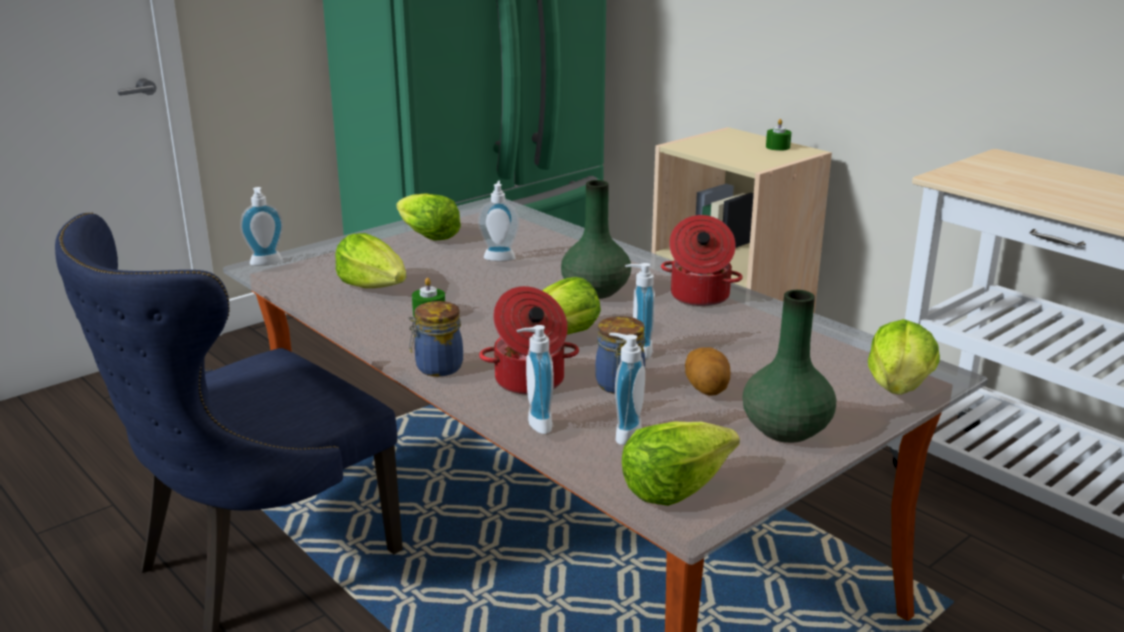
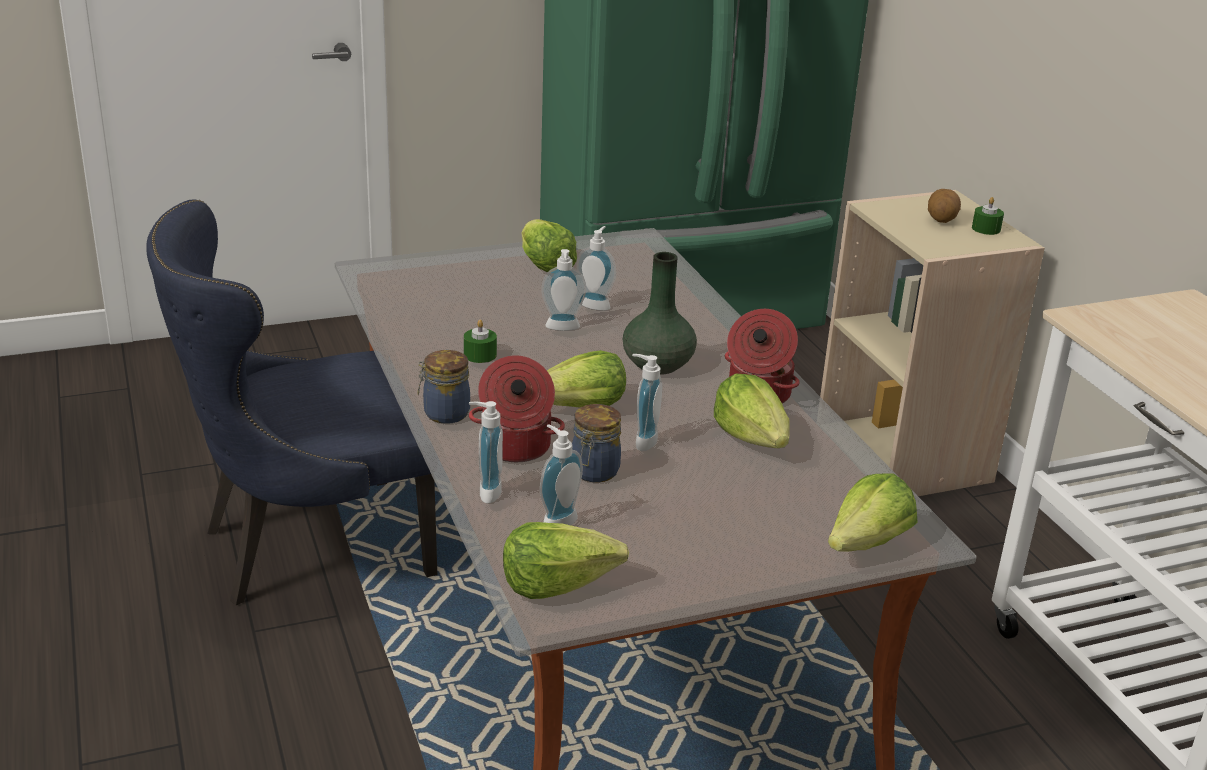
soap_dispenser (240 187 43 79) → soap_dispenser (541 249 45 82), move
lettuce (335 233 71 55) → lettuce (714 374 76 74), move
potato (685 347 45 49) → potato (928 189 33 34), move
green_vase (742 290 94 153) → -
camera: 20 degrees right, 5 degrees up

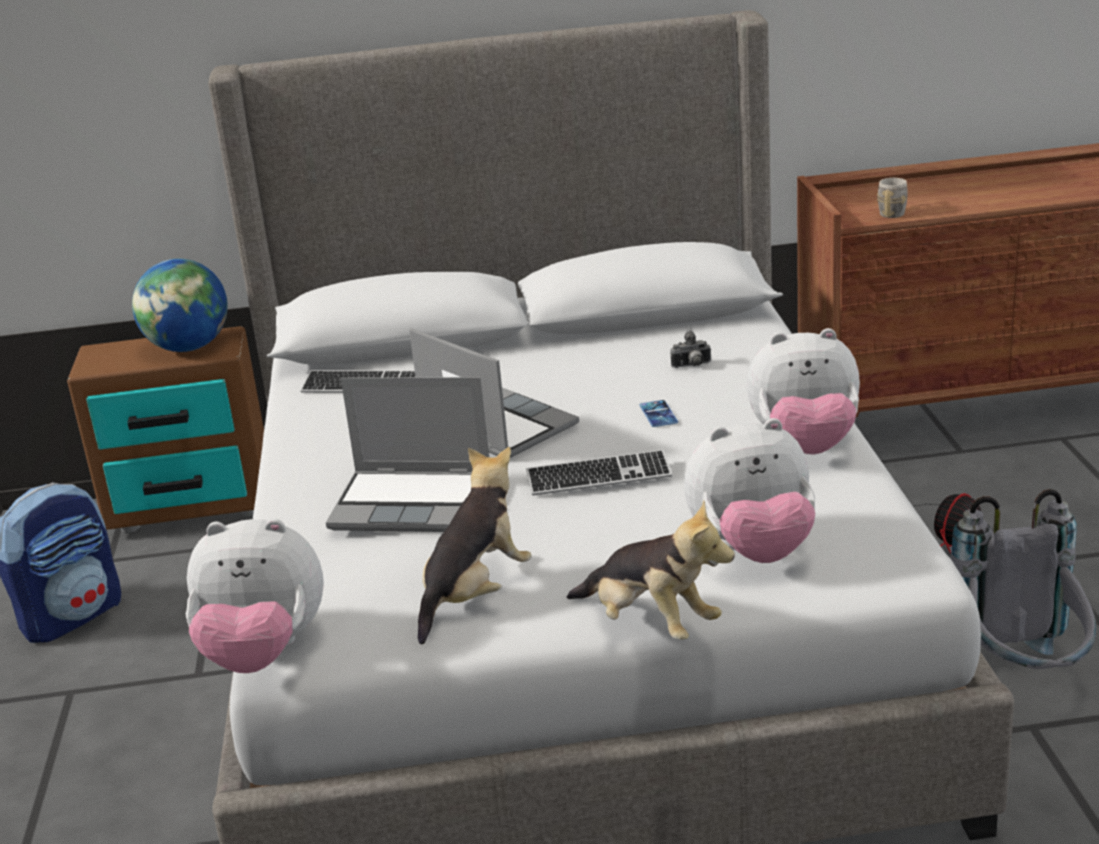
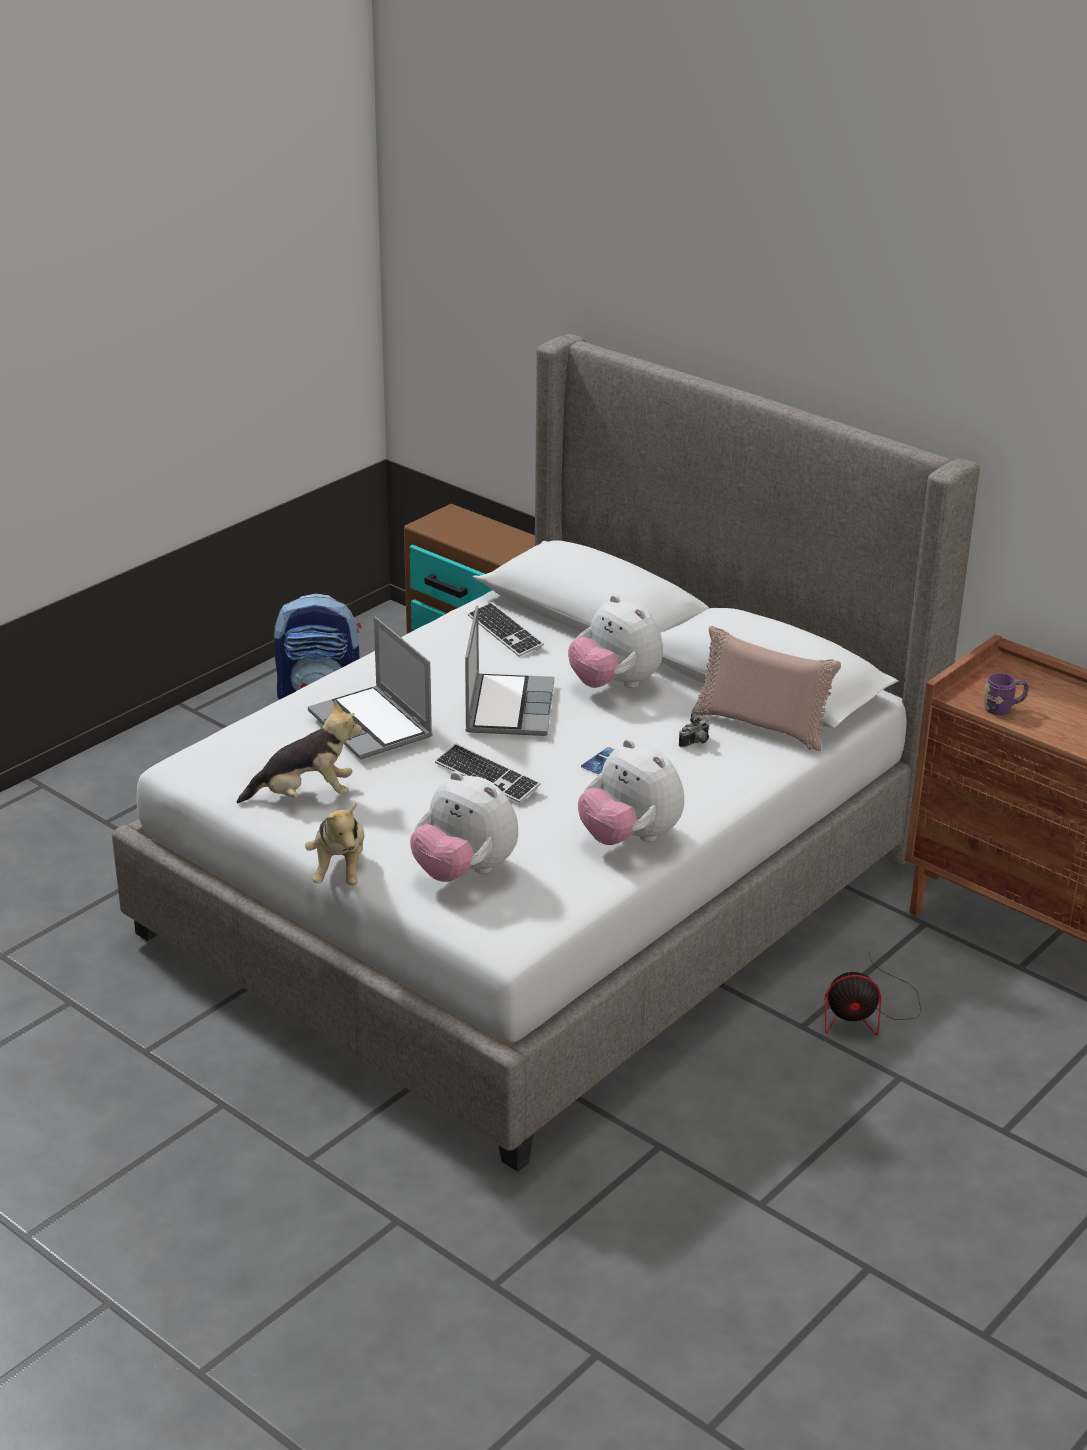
plush_toy (186 519 138 154) → plush_toy (568 595 95 93), move
photo_camera (670 331 41 37) → photo_camera (679 713 30 35), 75 degrees counterclockwise
- → beige_pillow (692 626 149 125)
grey_mug (877 178 31 40) → purple_mug (984 673 45 42)
globe (132 259 96 93) → -
grey_backpack (951 489 145 180) → -
camera: 45 degrees right, 5 degrees up

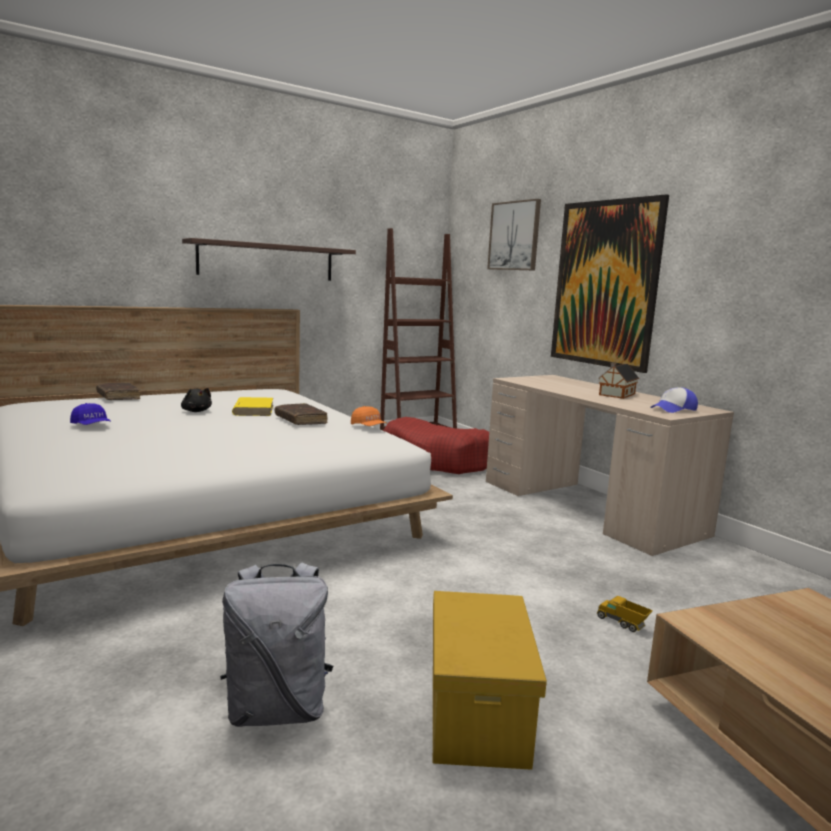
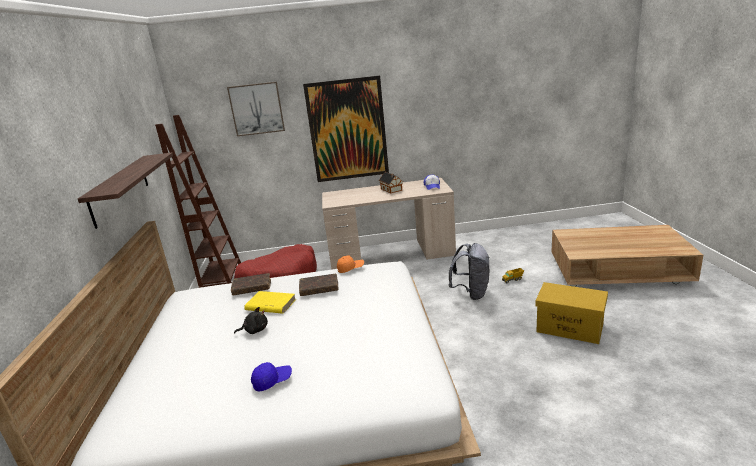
brown_book (96 382 44 18) → brown_book (231 273 40 22), move
grey_backpack (220 562 113 165) → grey_backpack (449 243 41 57), move
camera: 60 degrees left, 10 degrees up

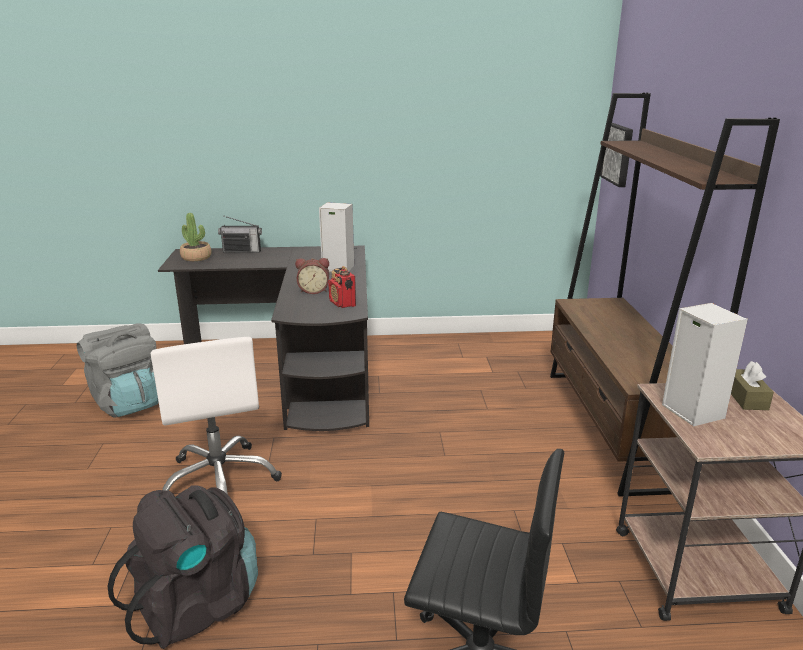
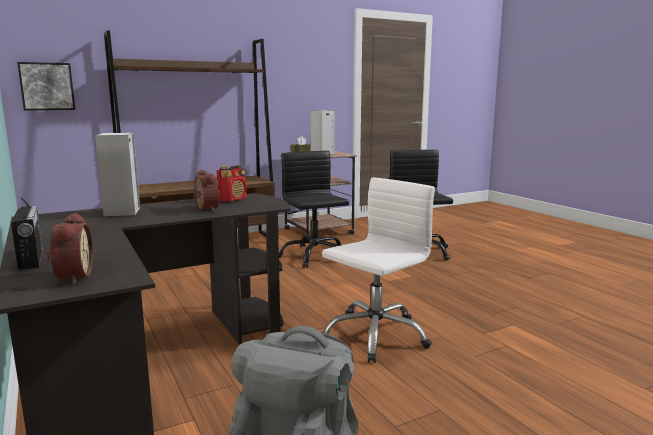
potted_plant (180 213 32 48) → alarm_clock (46 213 47 71)
- → black_office_chair (279 151 70 117)
black_backpack (108 485 150 164) → -
camera: 115 degrees left, 10 degrees down

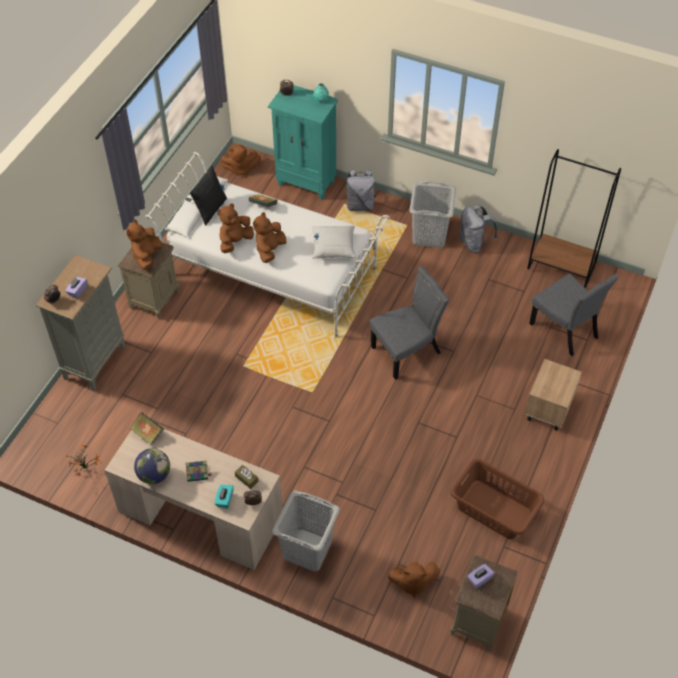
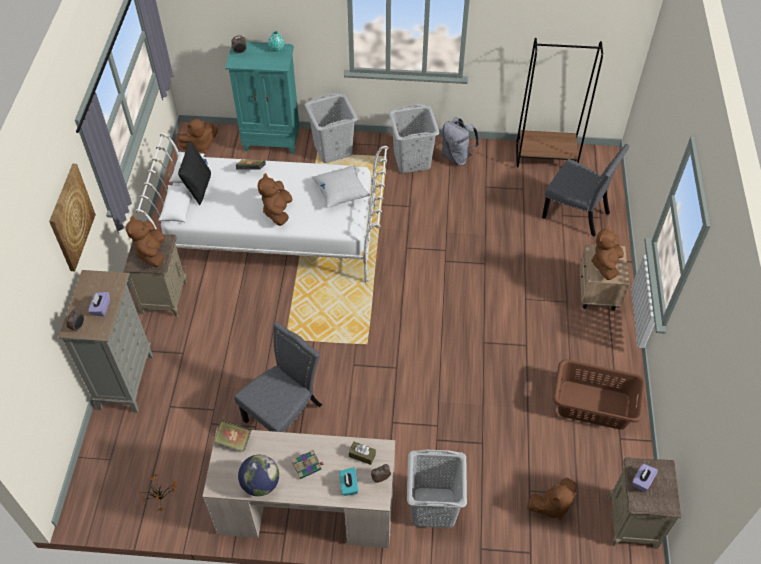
- → picture (49 164 47 107)
grey_chair (369 266 80 114) → grey_chair (234 322 88 110), move
grey_backpack (344 169 33 42) → grey_laundry_basket (304 93 54 70)
brown_plush_toy (217 204 37 49) → brown_plush_toy (591 226 33 54), move
camera: 20 degrees left, 0 degrees up

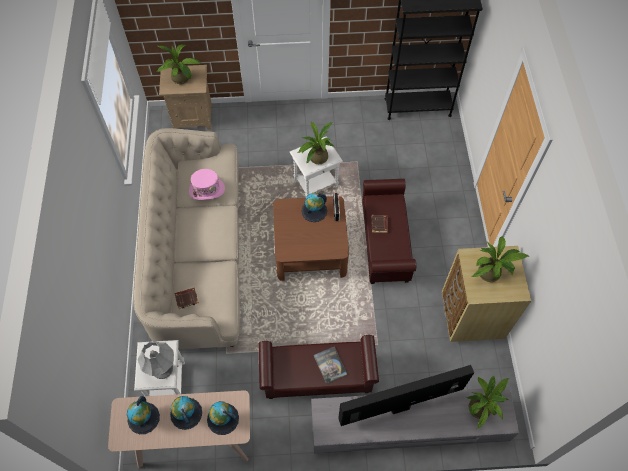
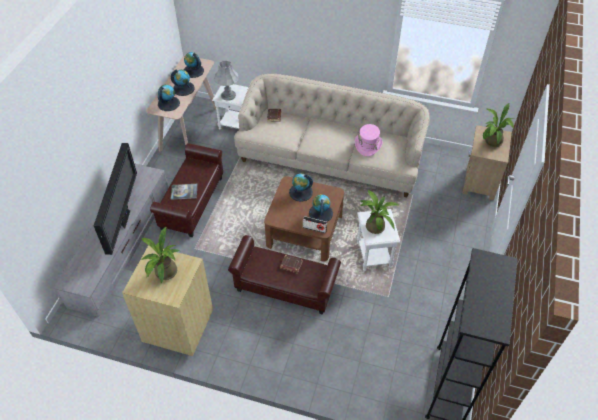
- → globe (289 173 24 29)
potted_plant (467 376 42 53) → -
camera: 110 degrees right, 10 degrees down

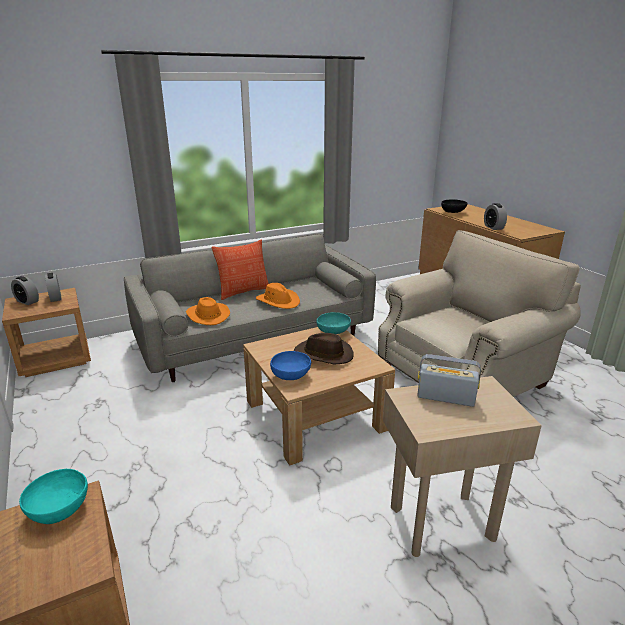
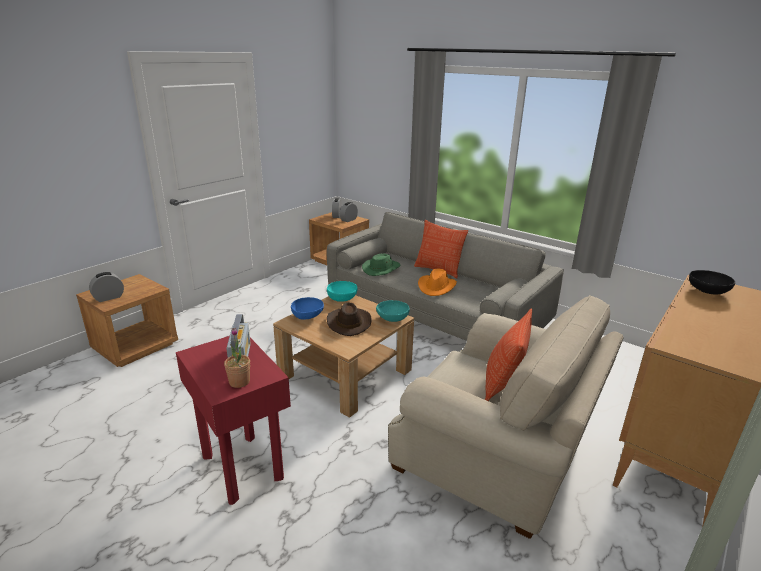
alarm_clock (484 203 23 27) → alarm_clock (89 272 35 30), move
beige_side_table (383 376 159 181) → red_side_table (176 336 115 169)
- → potted_plant (224 328 26 60)
turquoise_bowl (19 469 69 55) → turquoise_bowl (327 281 30 21), move
orange_hat (186 297 44 28) → green_hat (362 254 39 22)
- → orange_pillow (485 309 47 92)
camera: 65 degrees right, 0 degrees up

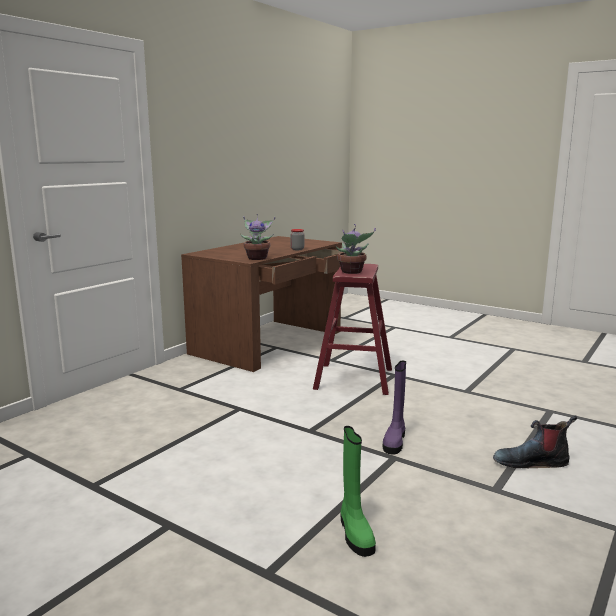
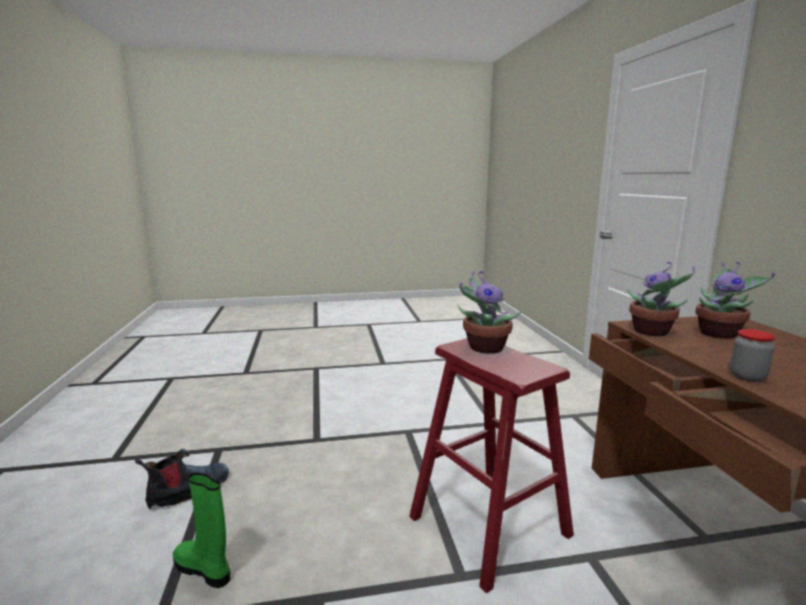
green_boot (340 426 36 131) → green_boot (173 473 57 115), move
- → potted_plant (696 262 79 77)
purple_boot (383 360 23 94) → -
camera: 135 degrees right, 0 degrees up

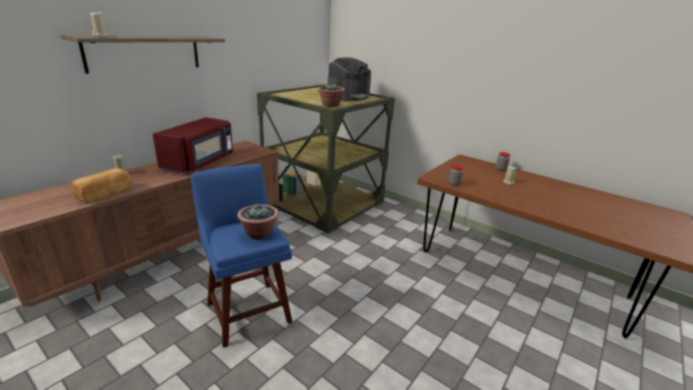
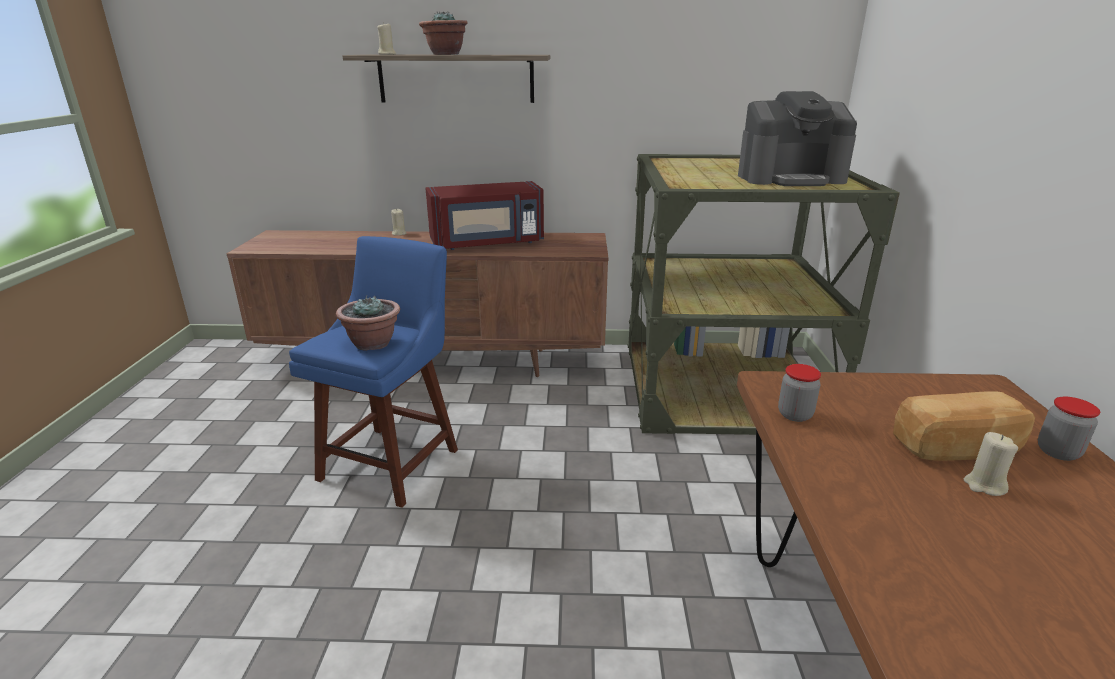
potted_plant (318 83 27 24) → potted_plant (419 11 49 44), move
bread (71 168 61 35) → bread (893 391 142 70), move
camera: 55 degrees right, 0 degrees up

